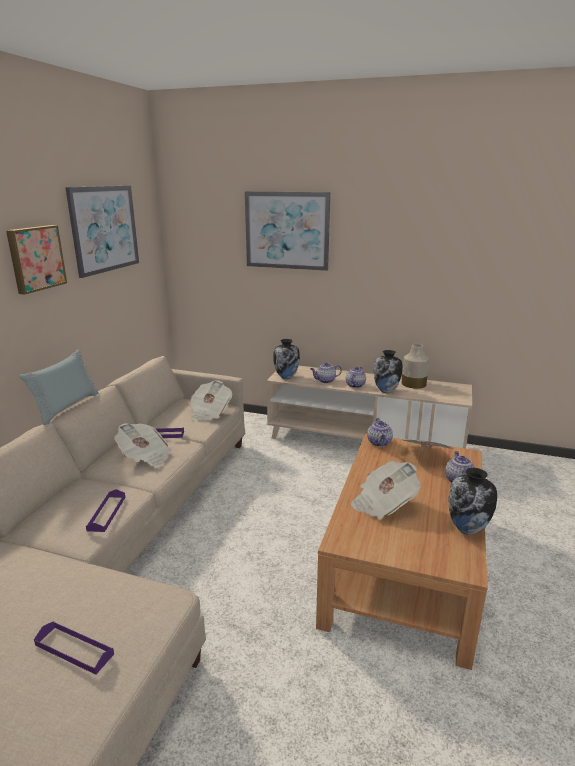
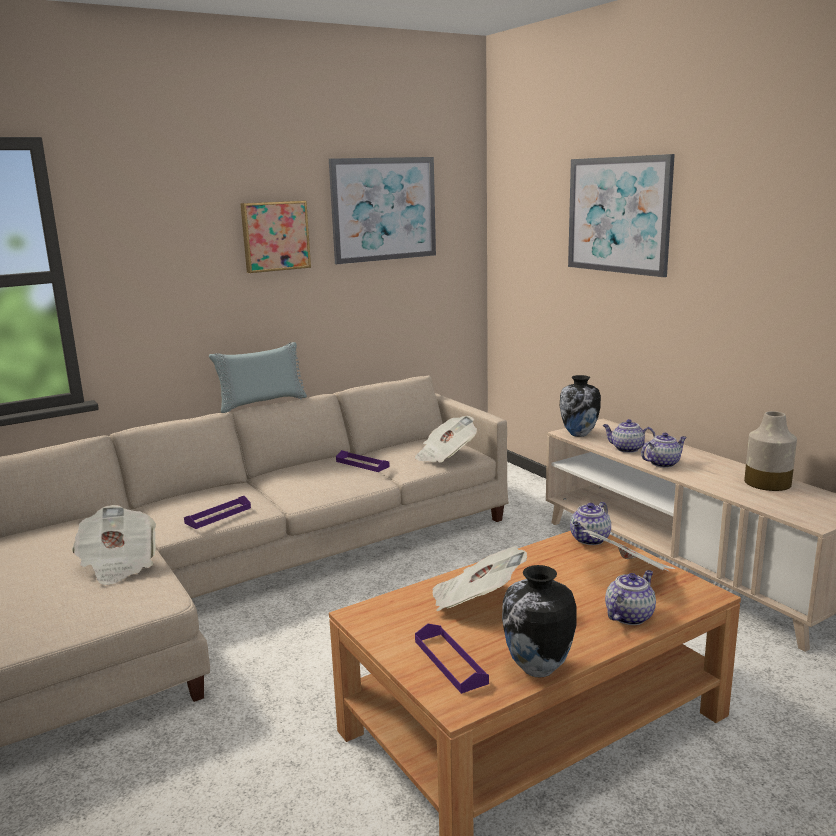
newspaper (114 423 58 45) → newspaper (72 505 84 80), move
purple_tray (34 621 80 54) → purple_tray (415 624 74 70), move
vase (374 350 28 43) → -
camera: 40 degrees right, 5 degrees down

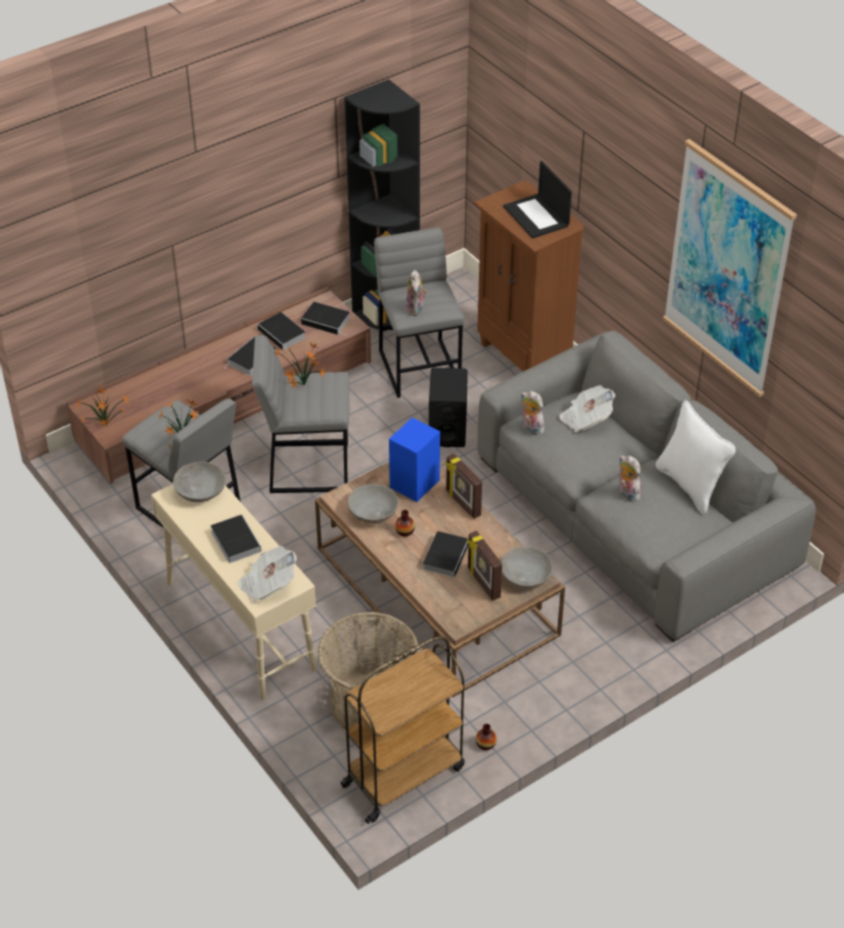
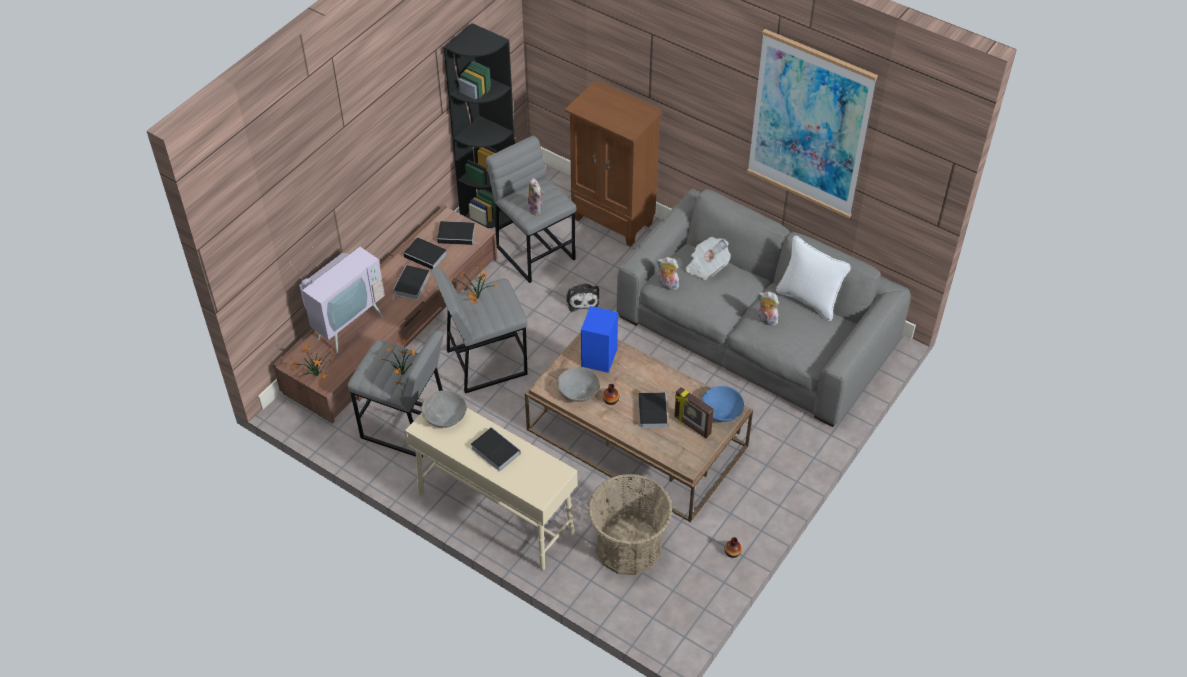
- → television (291 247 94 106)
black_speaker (429 368 39 79) → plush_toy (566 283 33 29)
grey_bowl (501 546 52 43) → blue_bowl (701 386 43 36)
newspaper (237 546 60 57) → -
brown_cart (341 636 124 188) → -
picture_frame (445 453 37 66) → -
laptop (503 161 69 78) → -
camera: 20 degrees left, 5 degrees up

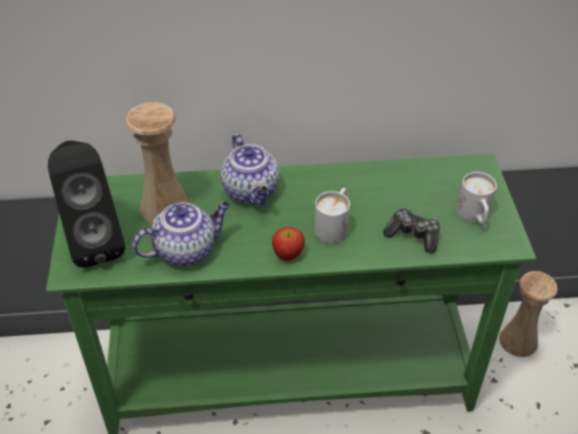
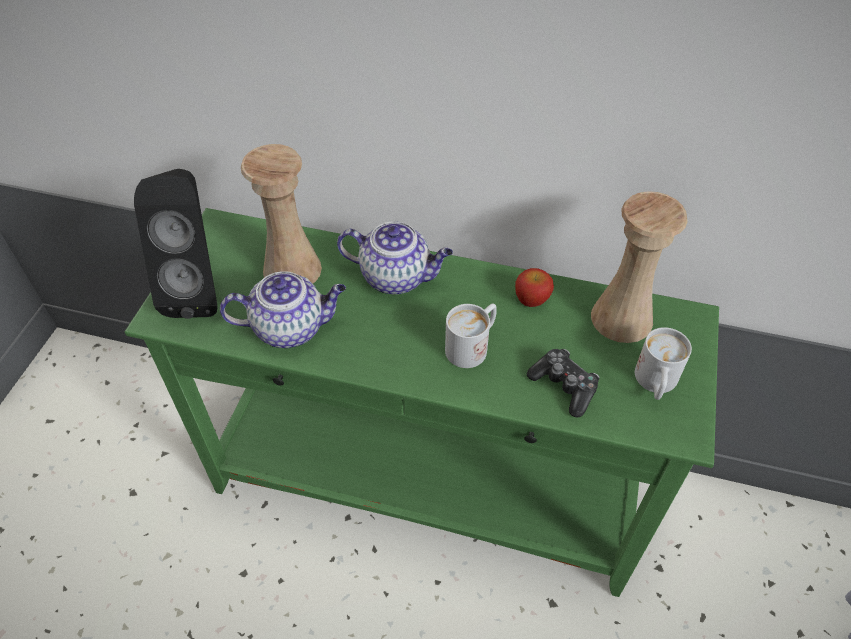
teapot (221 134 59 72) → teapot (337 221 116 73), 75 degrees counterclockwise
apple (272 227 33 34) → apple (515 268 39 39), move
beige_vase (499 271 59 86) → beige_vase (591 191 97 152), move
camera: 20 degrees right, 5 degrees up

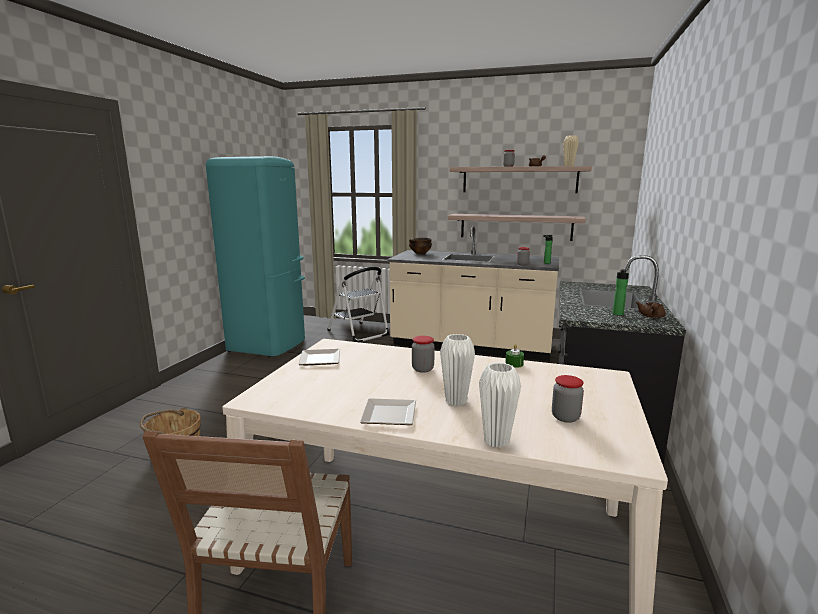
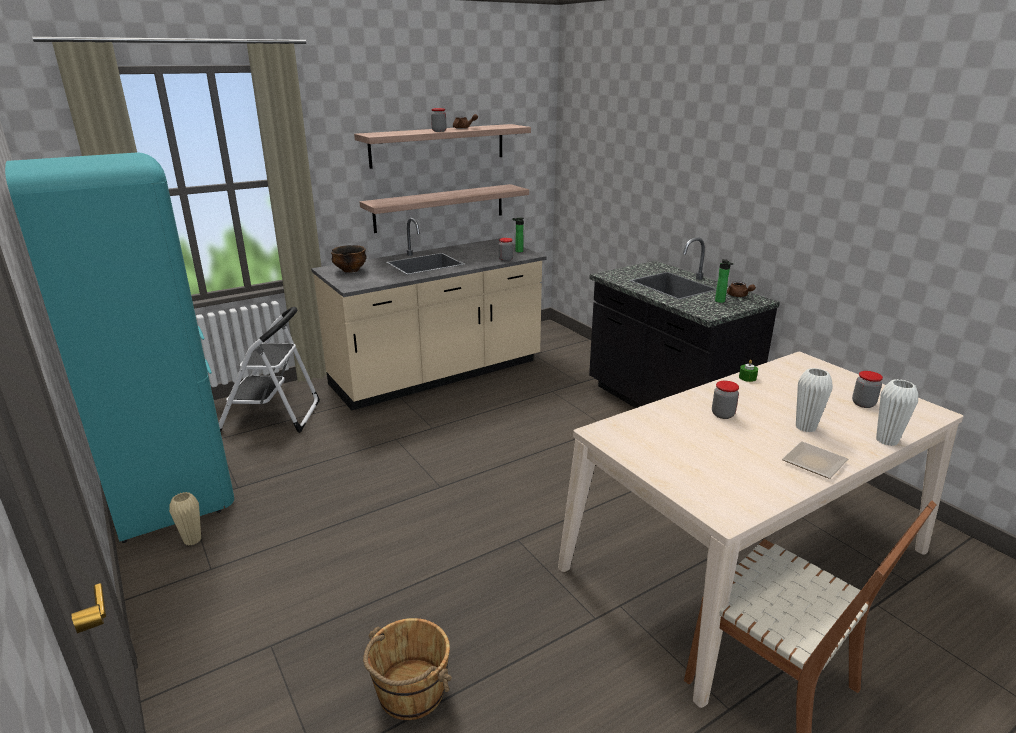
beige_vase (563 135 16 31) → beige_vase (169 492 32 54), move
plate (298 349 42 16) → -
camera: 50 degrees left, 10 degrees up

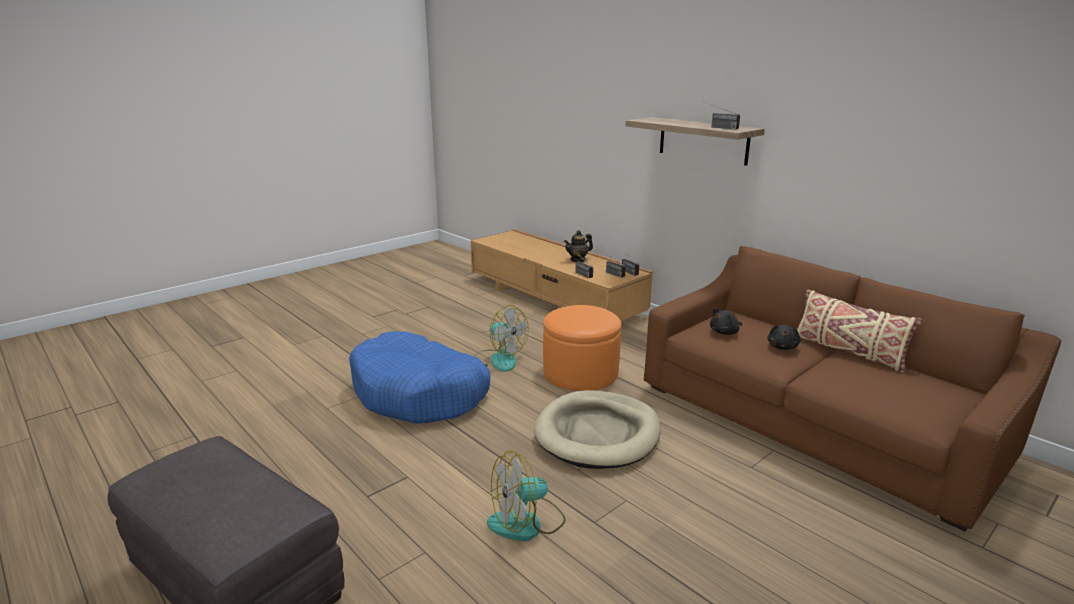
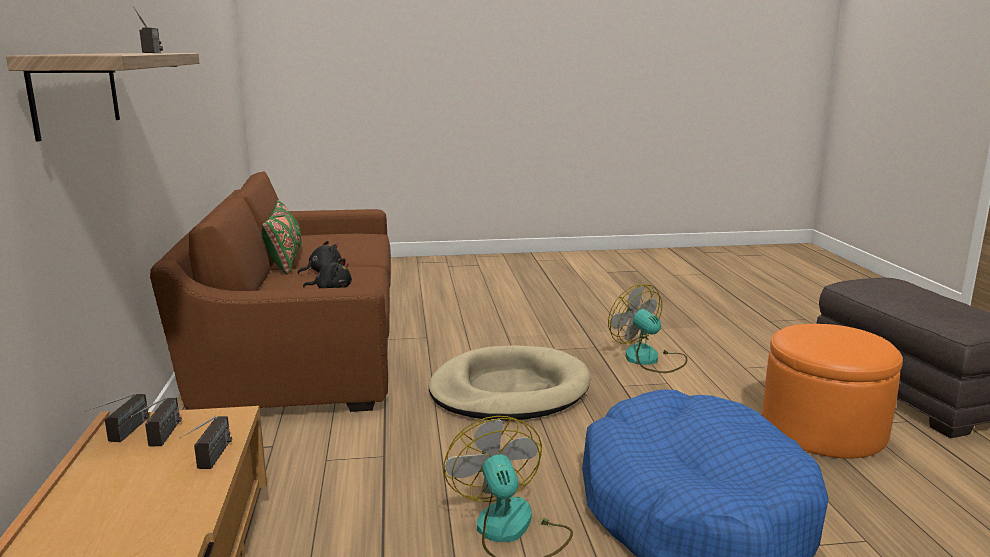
beige_pillow (797 290 125 83) → green_pillow (261 200 40 74)
fan (487 450 79 91) → fan (608 284 79 89), 135 degrees counterclockwise
orange_ottoman (543 305 79 86) → orange_ottoman (762 324 141 135), move
teapot (564 230 29 32) → -
camera: 145 degrees left, 5 degrees down

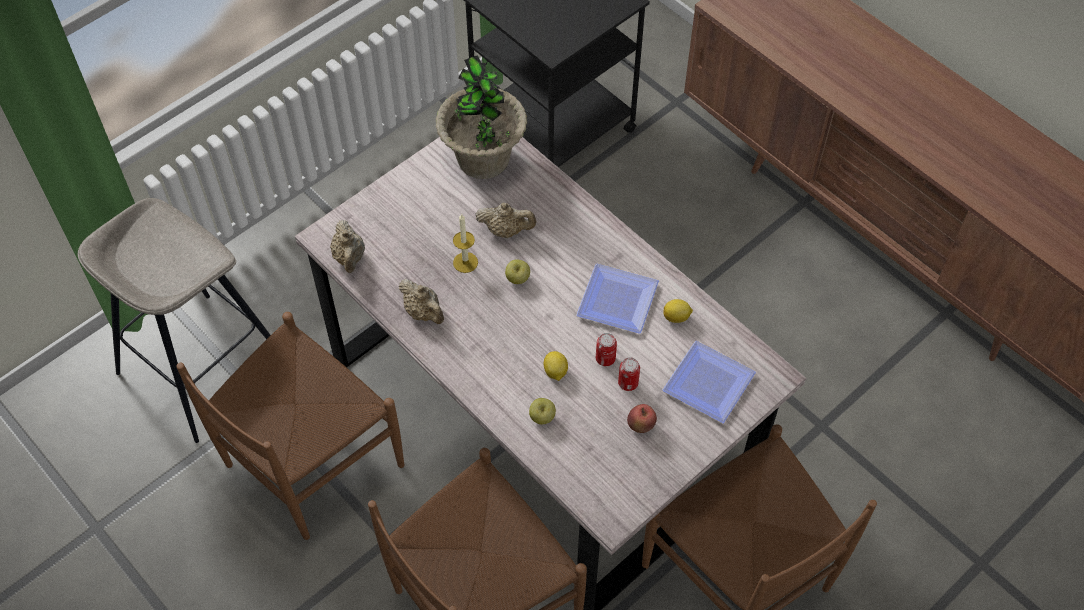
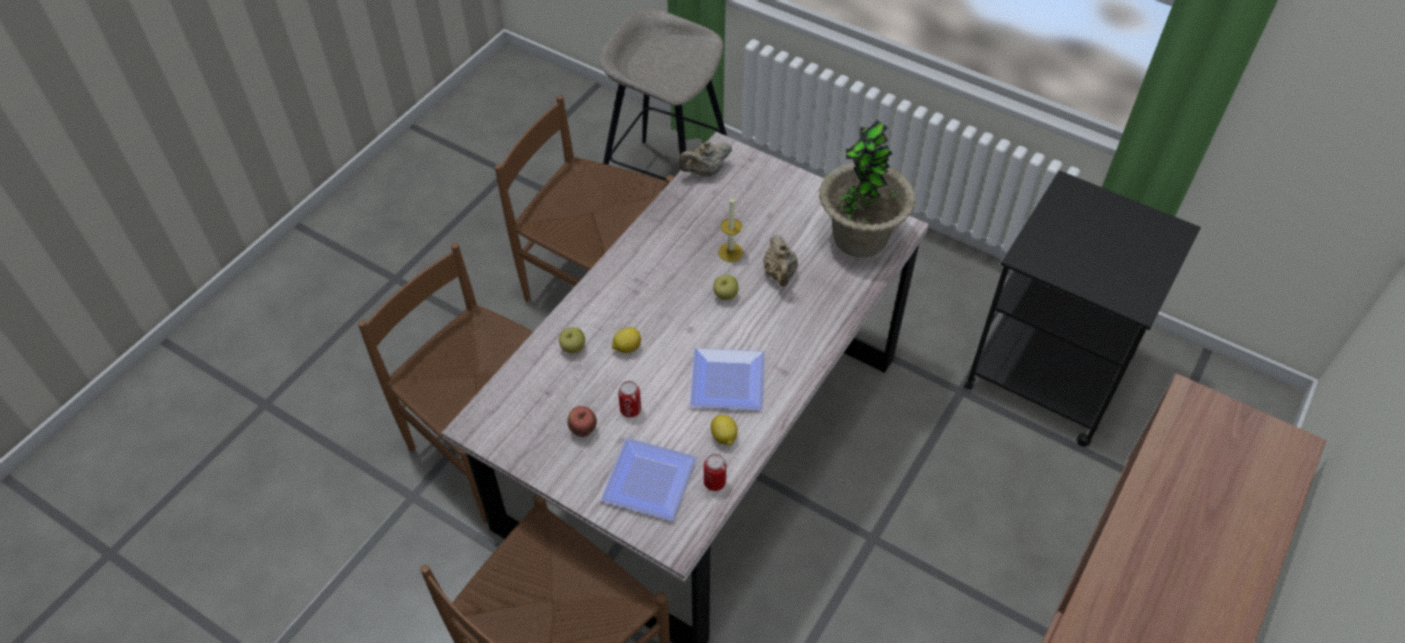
can (596 333 21 33) → can (704 454 22 37), move
beige_teapot (399 279 45 45) → -
camera: 75 degrees right, 5 degrees down

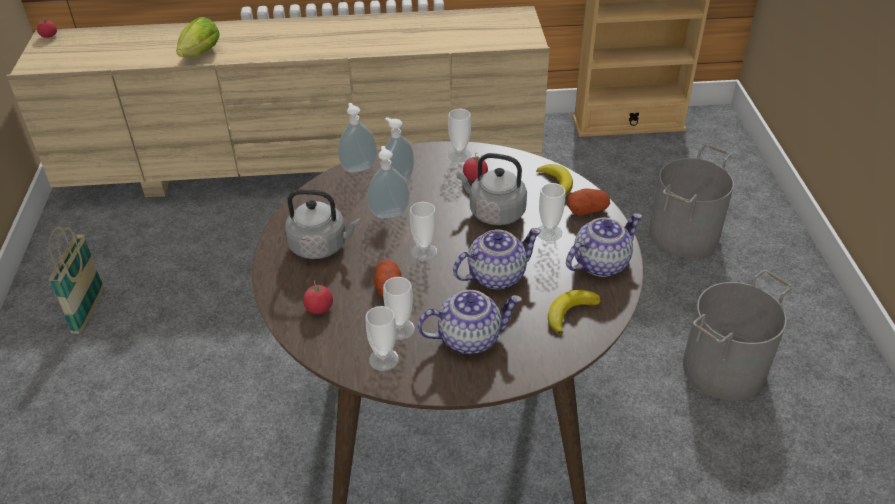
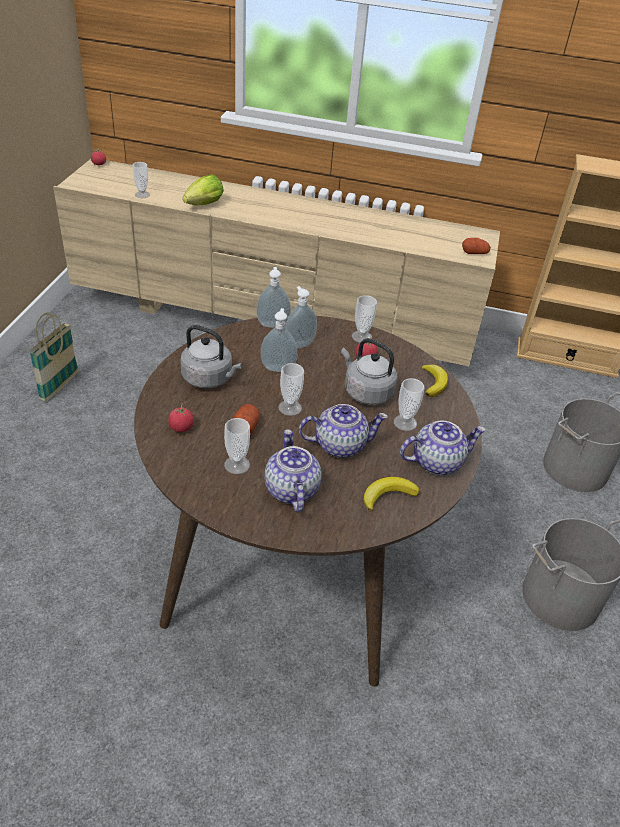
cup (365 306 34 65) → cup (133 162 17 36), move
teapot (418 290 104 64) → teapot (265 429 57 83), 105 degrees counterclockwise
potato (567 188 43 28) → potato (462 238 29 16), move
camera: 15 degrees right, 0 degrees up

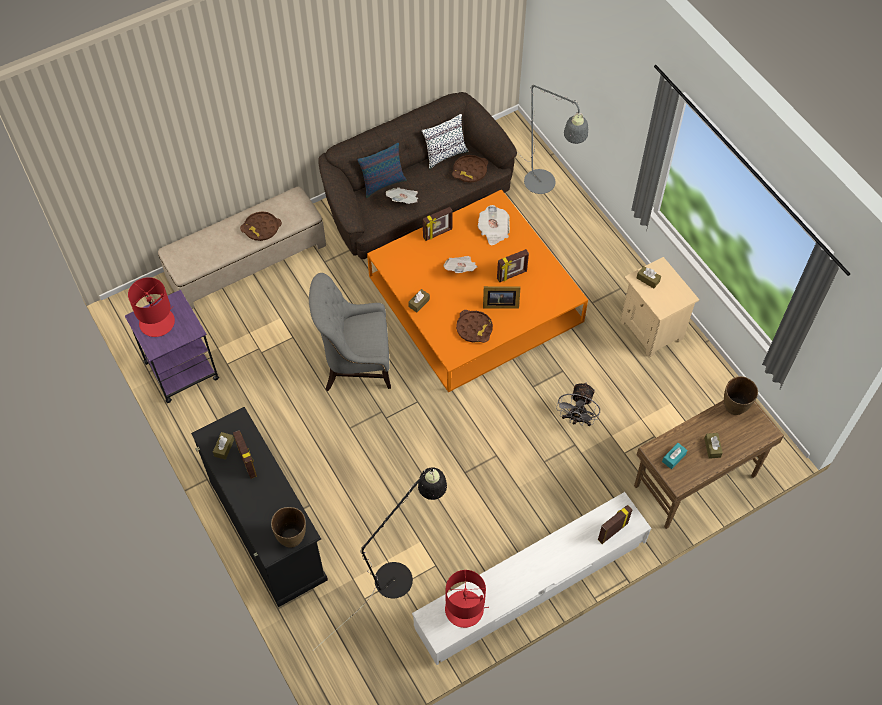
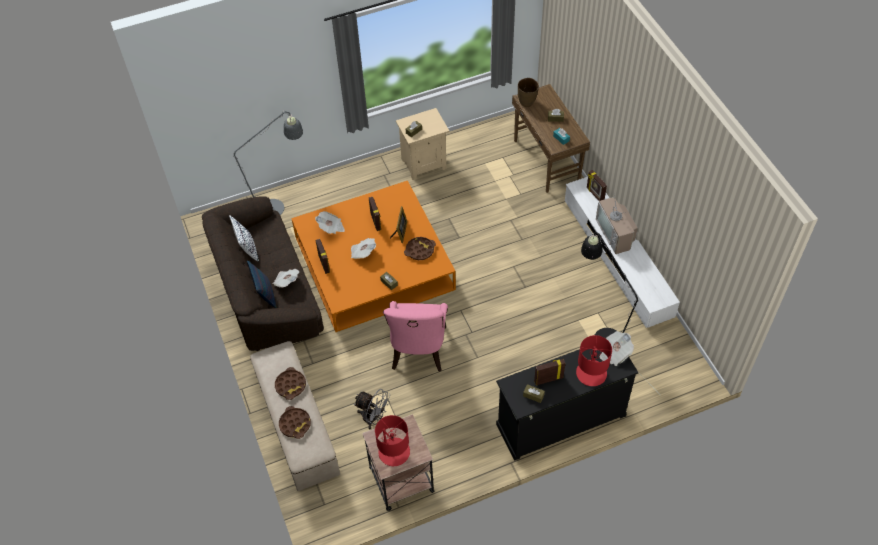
brown_tray (452 155 36 28) → brown_tray (279 406 32 33), move
grey_fan (556 382 44 44) → grey_fan (354 389 36 40), move
purple_cart (125 290 94 113) → brown_cart (362 414 72 97)
grey_armchair (309 273 82 118) → pink_armchair (383 301 65 71)
red_table_lamp (445 570 44 58) → red_table_lamp (576 335 36 51), move
- → television (596 190 42 64)
brown_vase (271 507 35 41) → newspaper (599 331 35 35)
camera: 80 degrees left, 5 degrees down

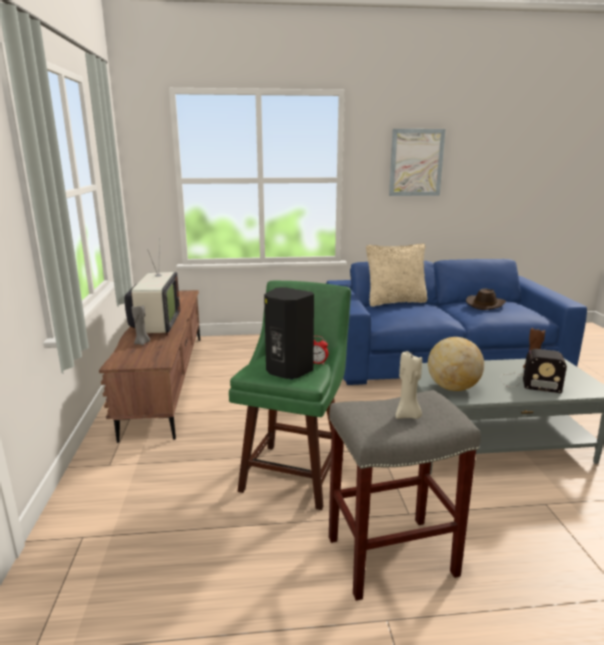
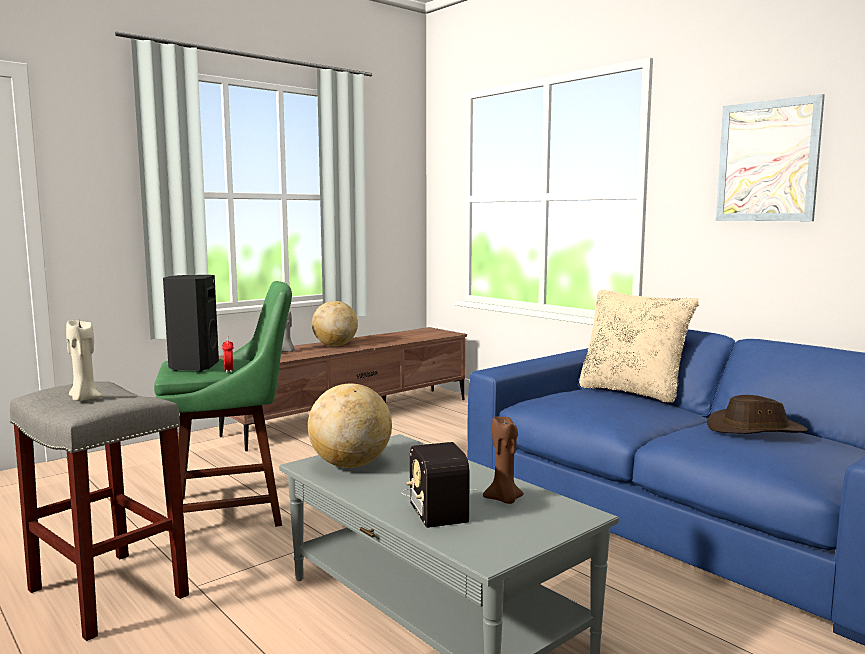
television (125 238 55 98) → globe (312 301 46 45)
camera: 55 degrees right, 10 degrees down

